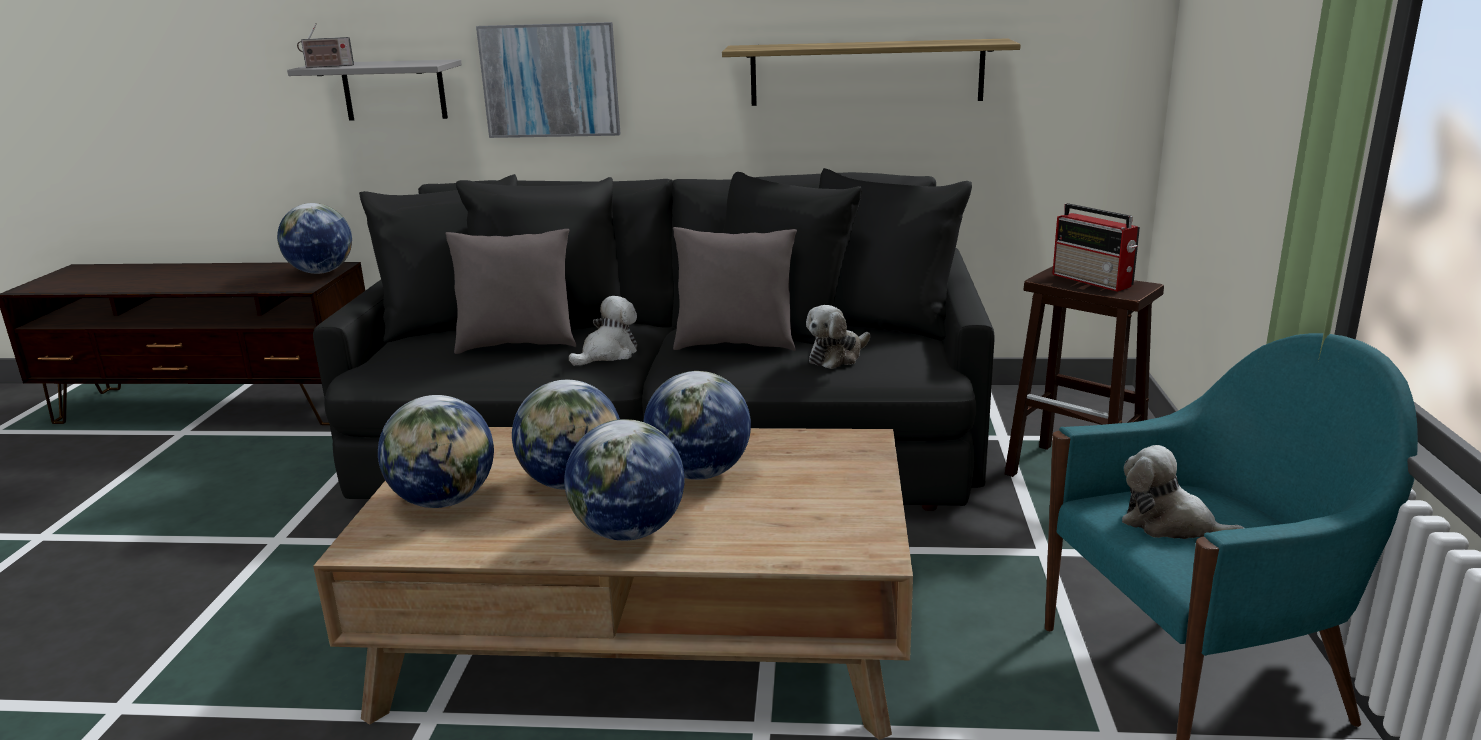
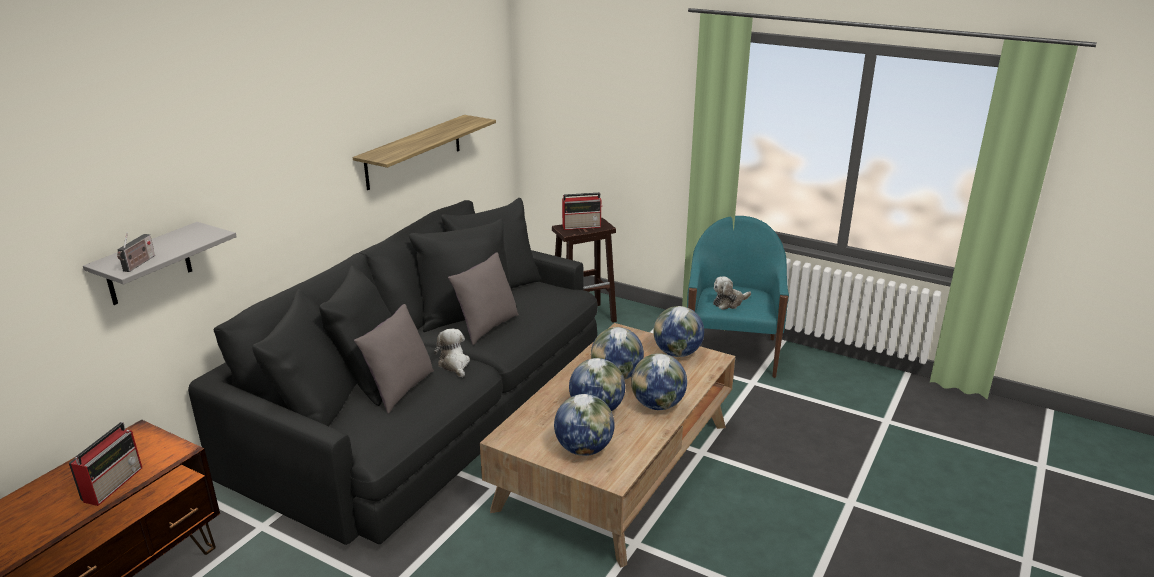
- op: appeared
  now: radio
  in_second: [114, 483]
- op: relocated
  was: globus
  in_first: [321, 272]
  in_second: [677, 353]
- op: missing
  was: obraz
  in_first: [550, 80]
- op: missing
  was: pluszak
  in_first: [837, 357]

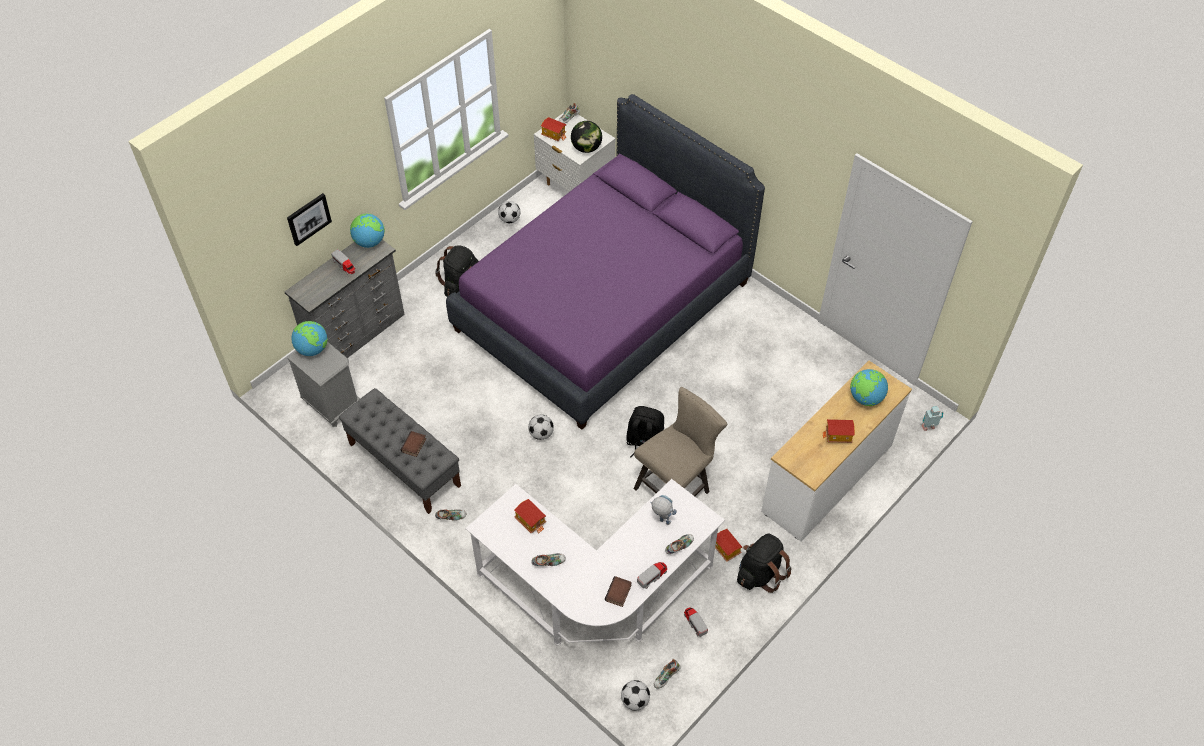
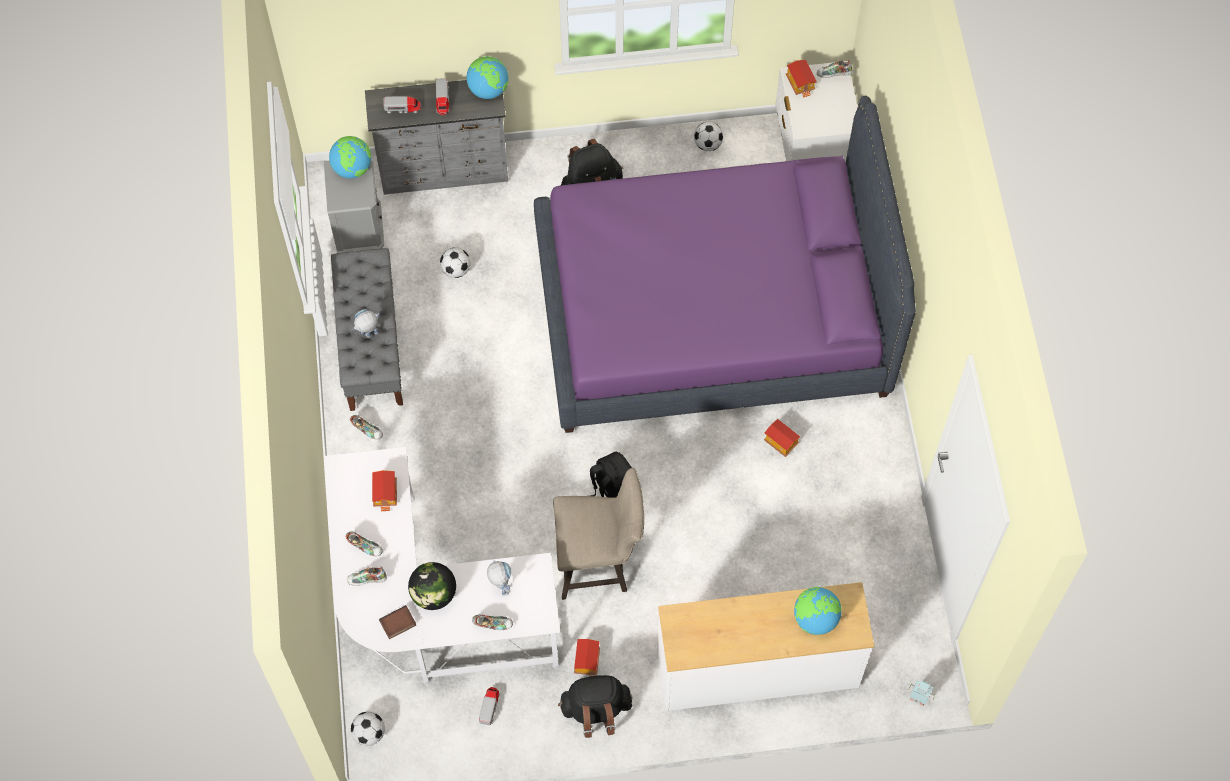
- op: relocated
  was: but
  in_first: [666, 677]
  in_second: [367, 580]
- op: exchanged
  was: książka
  now: robot zabawkowy
  in_first: [414, 446]
  in_second: [369, 336]
- op: relocated
  was: ciężarówka zabawkowa
  in_first: [652, 576]
  in_second: [402, 108]
- op: relocated
  was: globus
  in_first: [586, 148]
  in_second: [434, 594]
- op: relocated
  was: piłka futbolowa
  in_first: [541, 434]
  in_second: [456, 270]
- op: relocated
  was: domek
  in_first: [838, 436]
  in_second: [780, 442]
- op: missing
  was: obraz
  in_first: [308, 218]

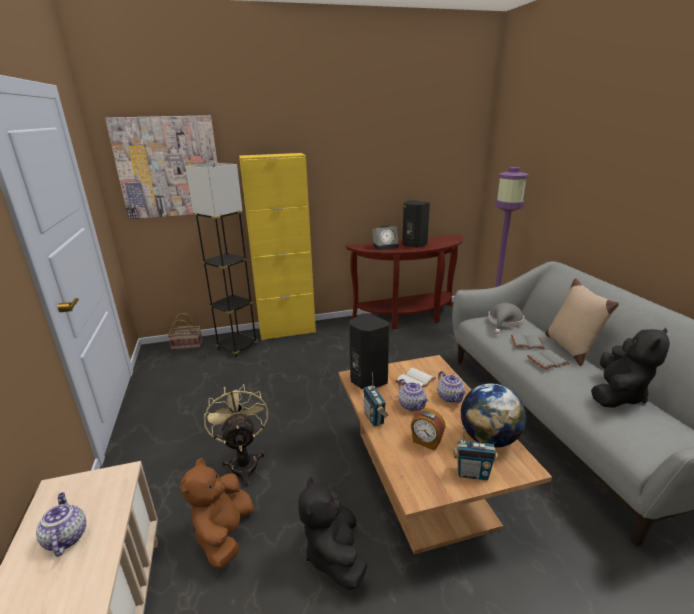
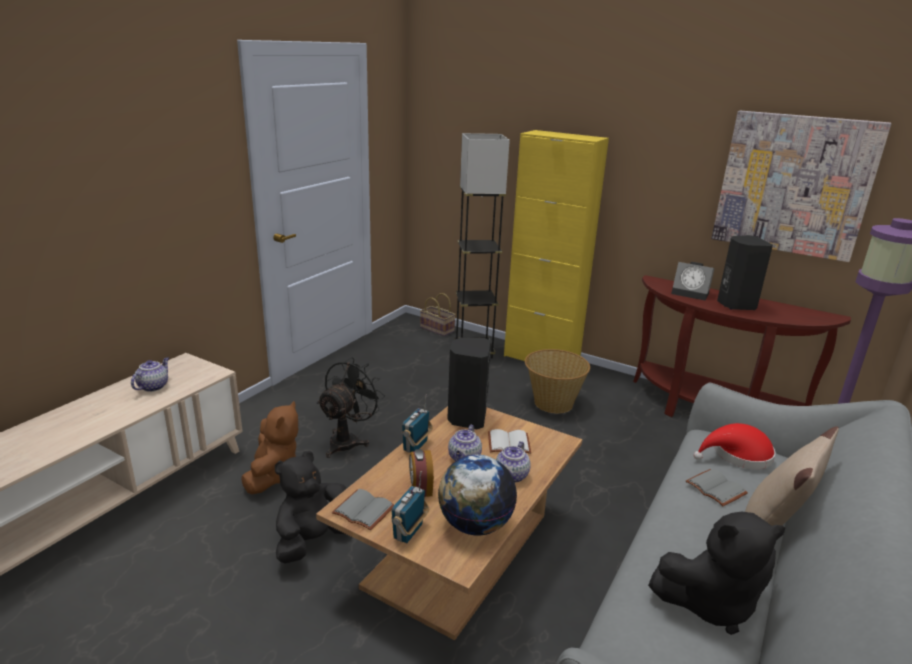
- op: spun
  was: pluszak/brązowy
  in_first: [224, 534]
  in_second: [273, 475]
  clockwise: 135
- op: colour
  was: wentylator/beżowy
  now: wentylator/czarny
  in_first: [243, 462]
  in_second: [348, 440]
- op: relocated
  was: książka/szary
  in_first: [548, 361]
  in_second: [362, 511]
- op: spun
  was: radio
  in_first: [472, 473]
  in_second: [409, 532]
  clockwise: 60
- op: appeared
  now: koszyk
  in_second: [552, 403]
- op: colour
  was: kapelusz/szary
  now: kapelusz/czerwony
  in_first: [504, 322]
  in_second: [737, 455]
- op: relocated
  was: obraz
  in_first: [169, 167]
  in_second: [794, 185]

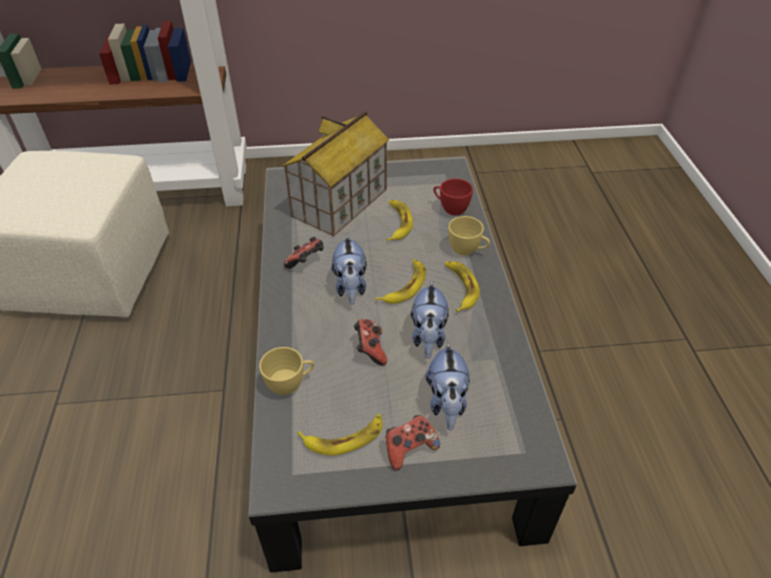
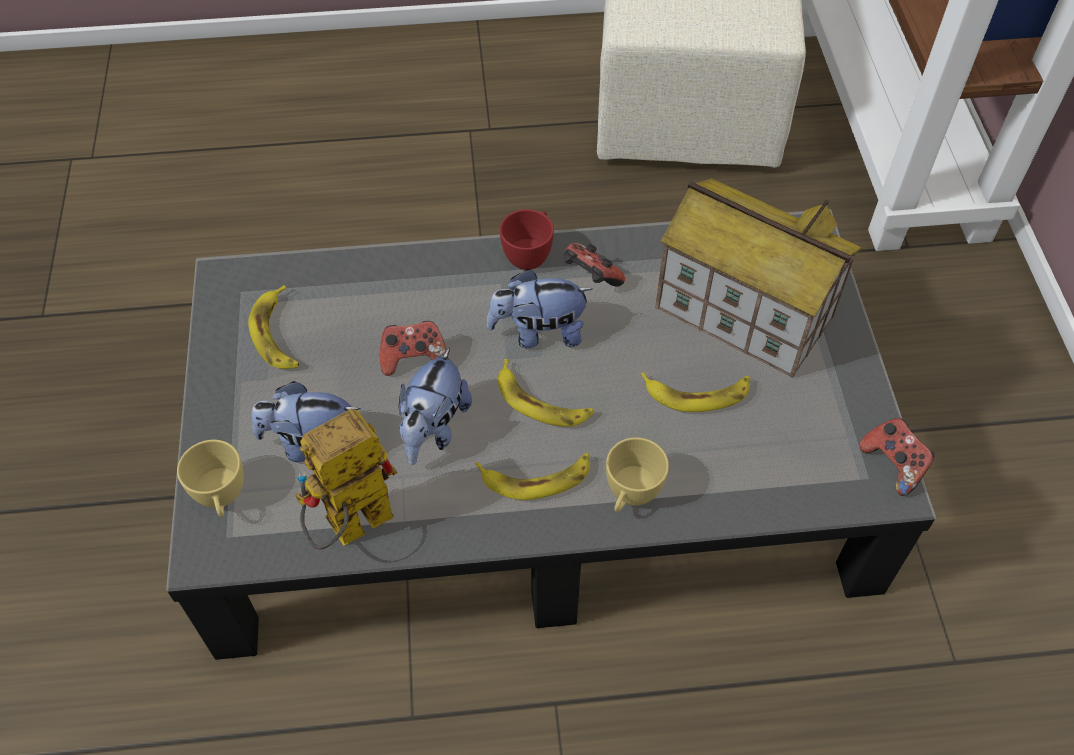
- op: relocated
  was: filiżanka/żółty
  in_first: [290, 384]
  in_second: [222, 498]
- op: appeared
  now: robot zabawkowy
  in_second: [350, 530]
- op: spun
  was: pluszak
  in_first: [428, 337]
  in_second: [433, 429]
  clockwise: -75
- op: relocated
  was: filiżanka/czerwony
  in_first: [450, 208]
  in_second: [530, 254]
- op: relocated
  was: pad do gier
  in_first: [409, 448]
  in_second: [893, 464]

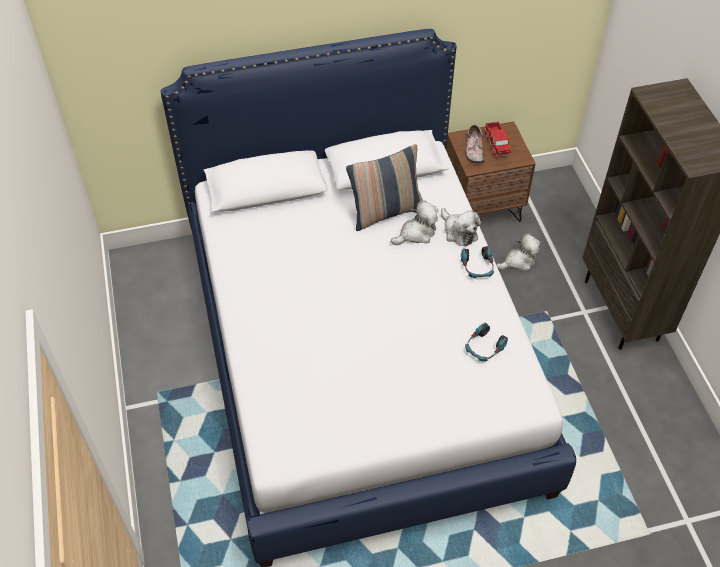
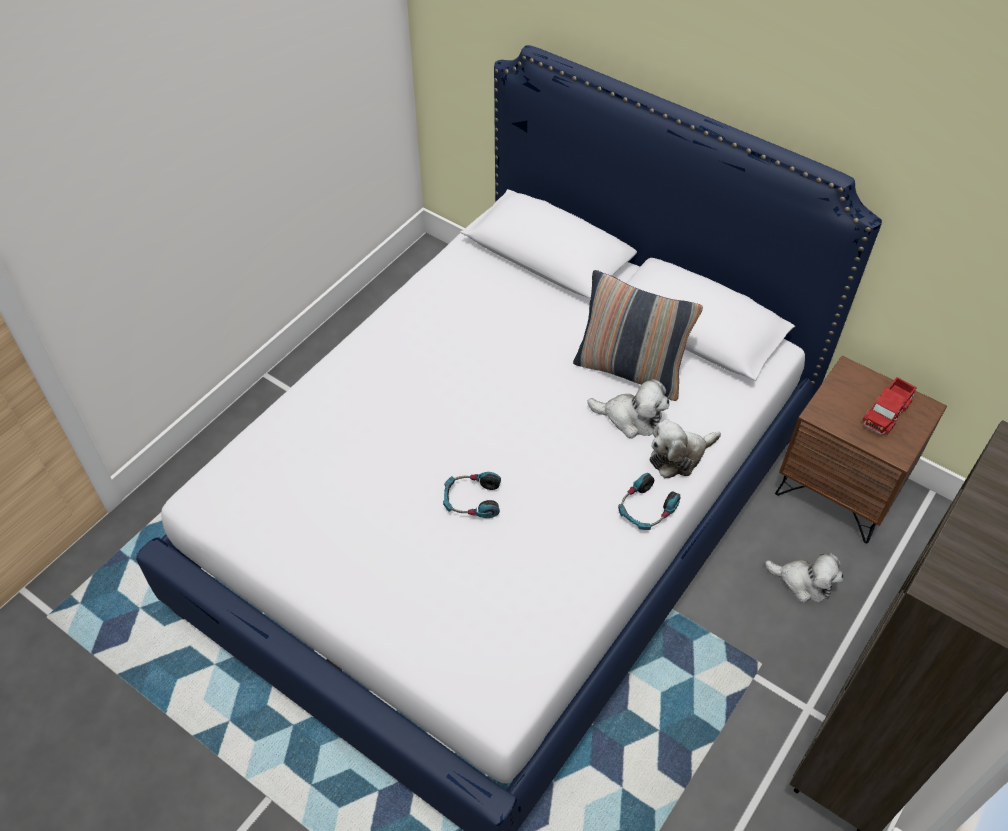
- op: relocated
  was: słuchawki
  in_first: [484, 347]
  in_second: [472, 500]
- op: spun
  was: pluszak
  in_first: [458, 232]
  in_second: [679, 456]
  clockwise: 45
- op: missing
  was: but
  in_first: [473, 150]

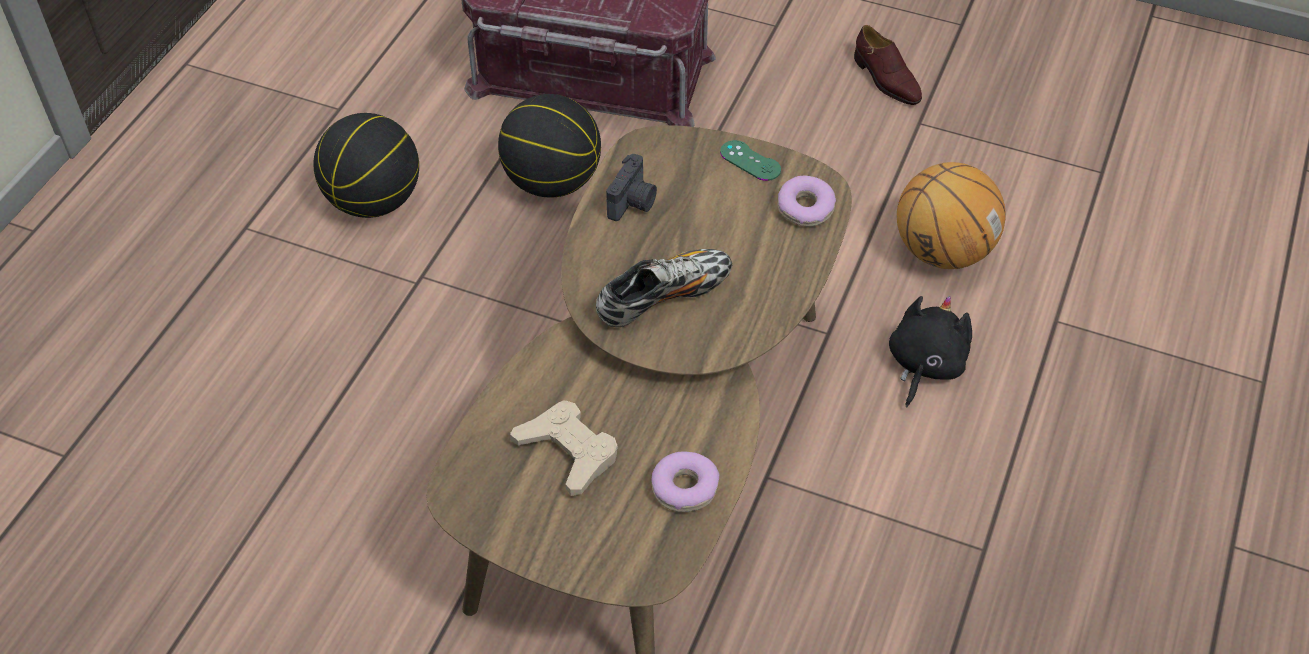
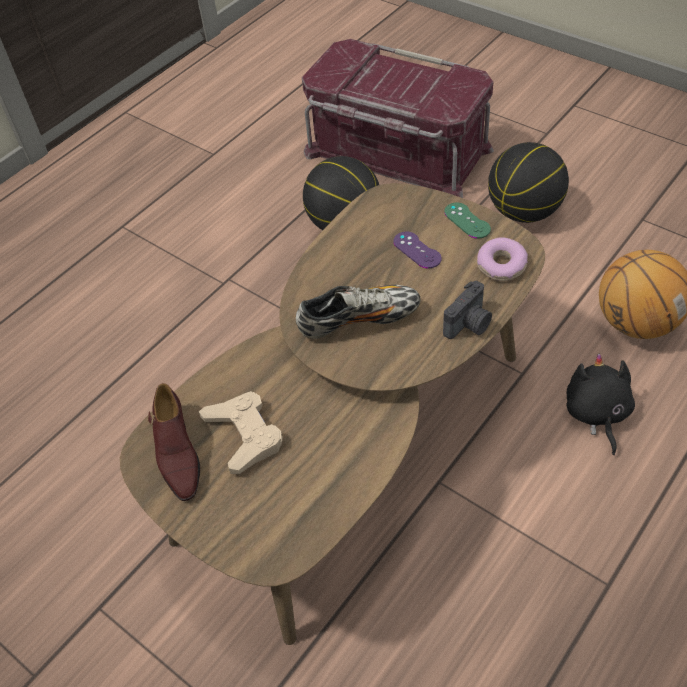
- op: relocated
  was: but/brązowy
  in_first: [886, 80]
  in_second: [177, 453]
- op: appeared
  now: pad do gier/fioletowy
  in_second: [417, 250]
- op: relocated
  was: aparat fotograficzny
  in_first: [633, 203]
  in_second: [469, 324]
- op: relocated
  was: piłka do koszykówki
  in_first: [374, 201]
  in_second: [524, 212]
- op: spun
  was: pluszak/czarny
  in_first: [924, 365]
  in_second: [596, 413]
  clockwise: -45
- op: missing
  was: donut
  in_first: [685, 488]

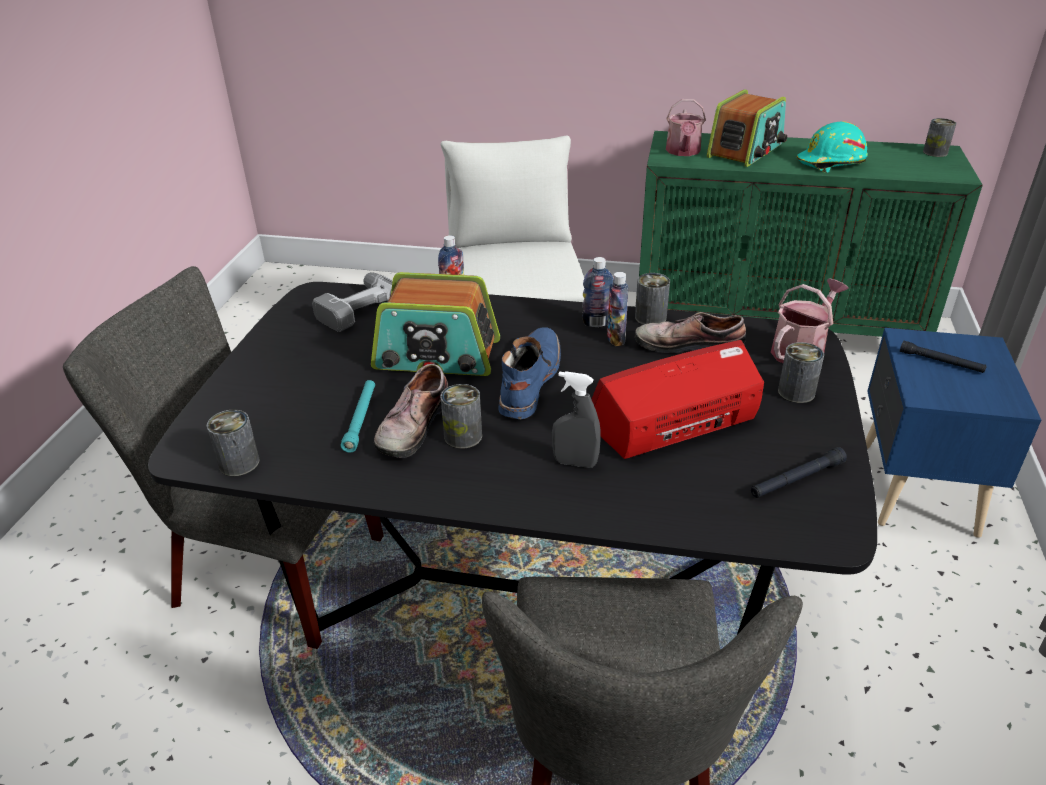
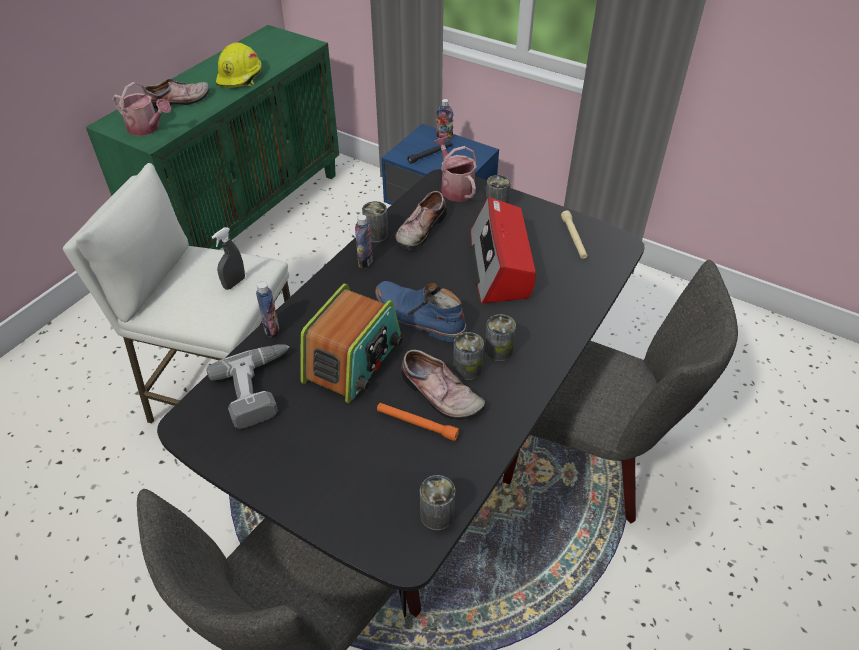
- op: exchanged
  was: radio
  now: but
  in_first: [746, 151]
  in_second: [180, 101]
- op: relocated
  was: spryskiwacz/szary
  in_first: [575, 463]
  in_second: [234, 283]
- op: colour
  was: kask/turkusowy
  now: kask/żółty
  in_first: [831, 163]
  in_second: [240, 77]
- op: colour
  was: latarka/turkusowy
  now: latarka/pomarańczowy
  in_first: [360, 419]
  in_second: [417, 424]
- op: relocated
  was: butelka
  in_first: [616, 339]
  in_second: [444, 136]
- op: relocated
  was: puszka
  in_first: [935, 152]
  in_second: [498, 350]
- op: colour
  was: latarka/czarny
  now: latarka/beżowy
  in_first: [796, 479]
  in_second: [573, 239]

